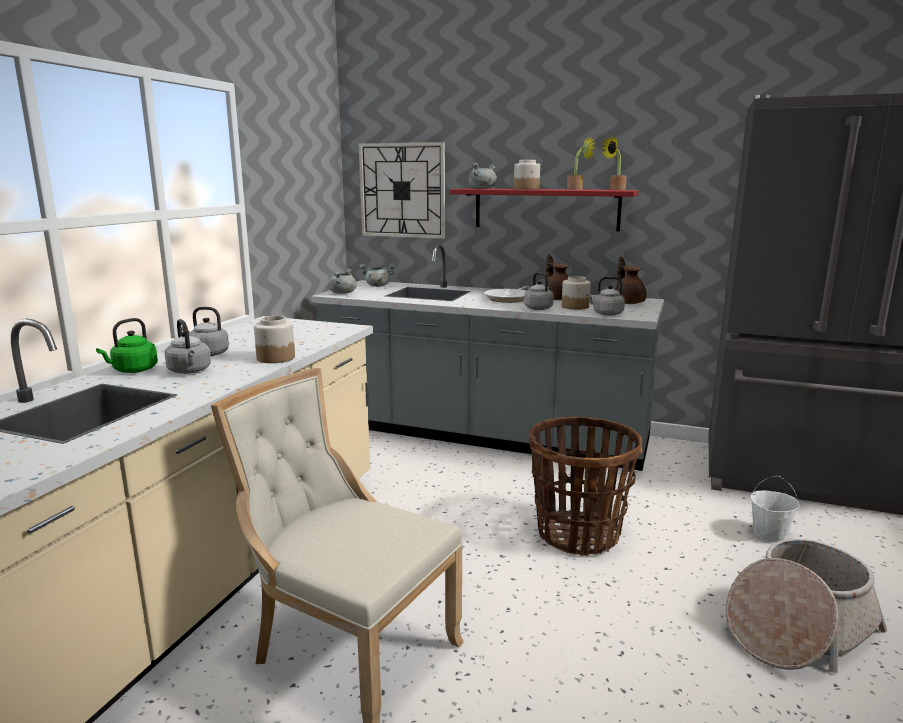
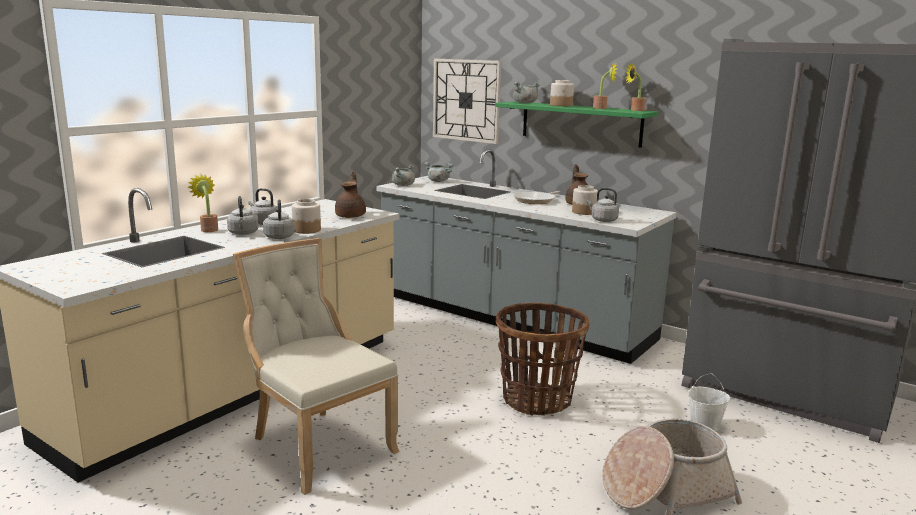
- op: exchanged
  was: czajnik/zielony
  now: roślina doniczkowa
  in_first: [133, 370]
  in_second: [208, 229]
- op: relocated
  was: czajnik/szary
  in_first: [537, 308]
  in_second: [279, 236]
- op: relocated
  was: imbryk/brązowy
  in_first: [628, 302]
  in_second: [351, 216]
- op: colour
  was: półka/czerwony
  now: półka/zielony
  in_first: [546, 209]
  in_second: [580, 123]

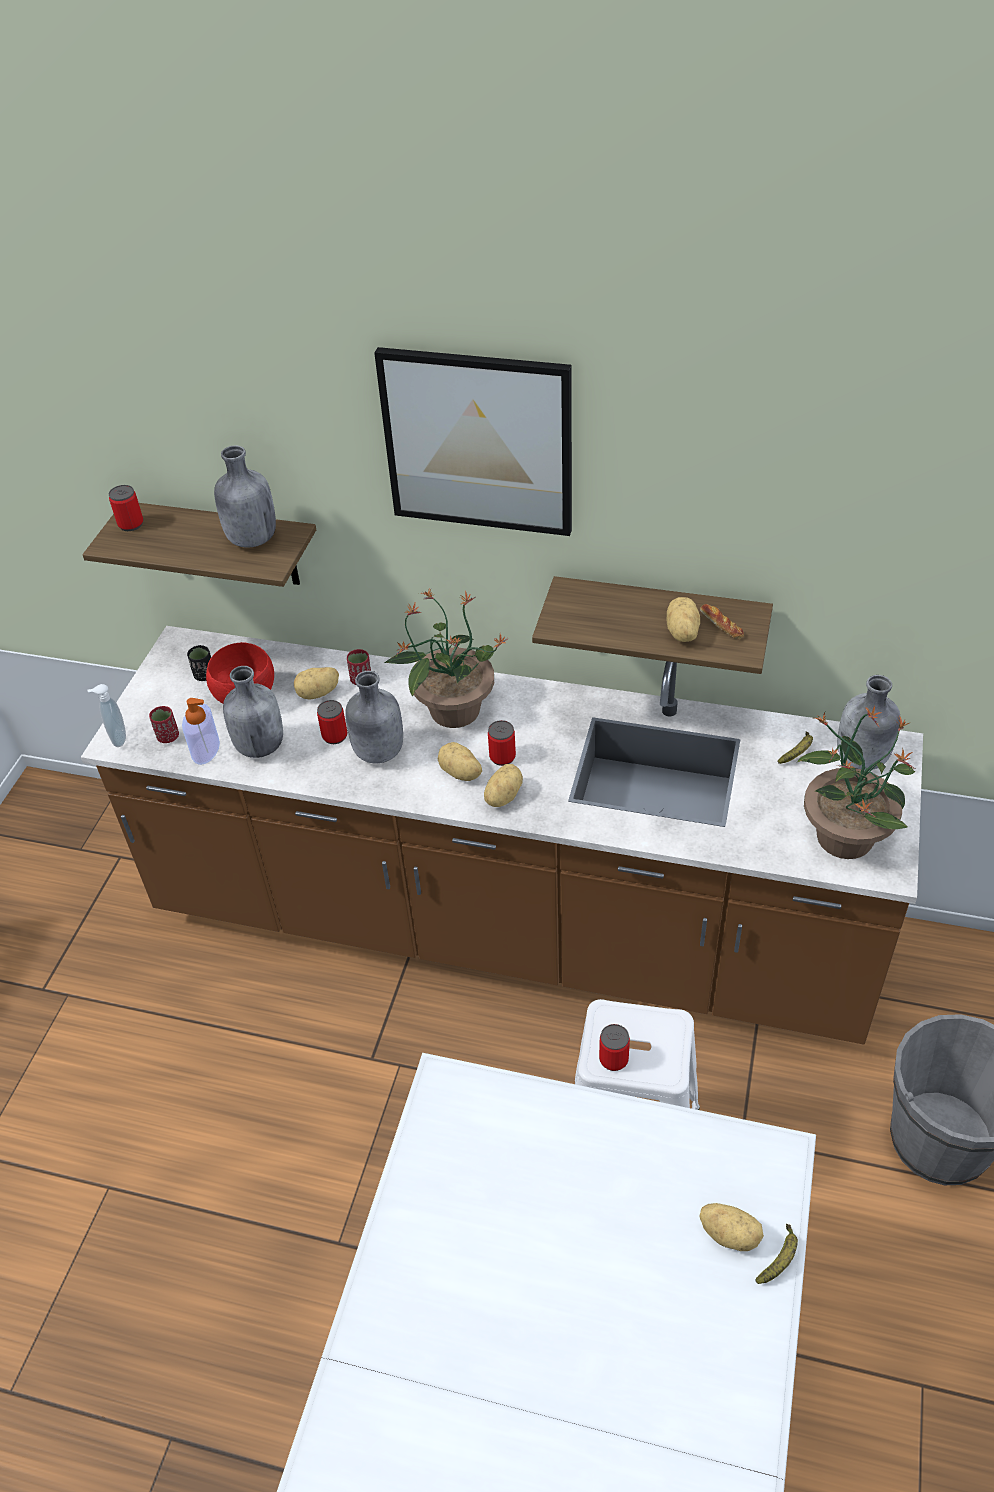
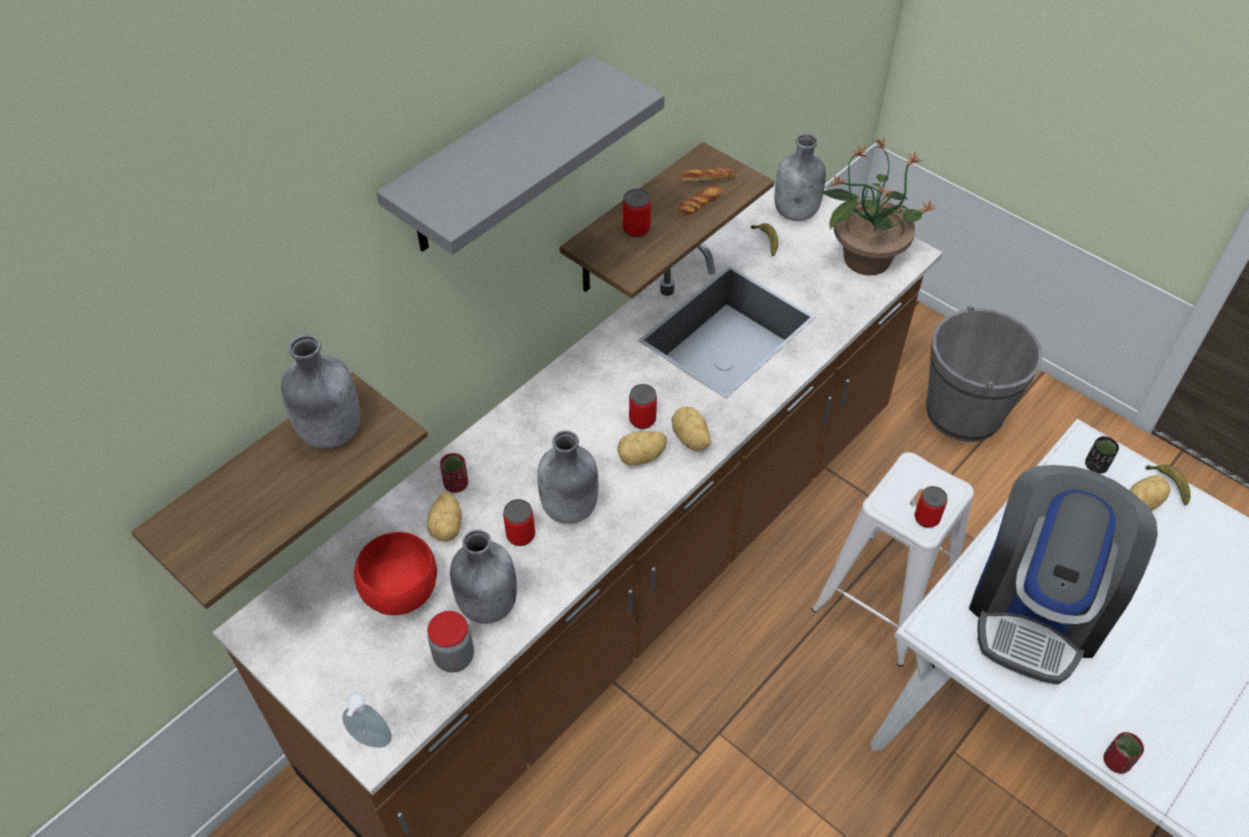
- op: exchanged
  was: obraz
  now: półka/szary
  in_first: [478, 442]
  in_second: [493, 159]
- op: exchanged
  was: dozownik mydła
  now: słoik
  in_first: [205, 749]
  in_second: [454, 657]
- op: relocated
  was: puszka
  in_first: [131, 524]
  in_second: [636, 229]
- op: exchanged
  was: ziemniak
  now: chleb
  in_first: [681, 633]
  in_second: [699, 204]
- op: appeared
  now: ekspres do kawy
  in_second: [1038, 606]
- op: relocated
  was: filiżanka/czarny
  in_first: [204, 675]
  in_second: [1096, 465]
- op: relocated
  was: filiżanka/czerwony
  in_first: [168, 737]
  in_second: [1116, 761]
- op: missing
  was: roślina doniczkowa
  in_first: [453, 710]

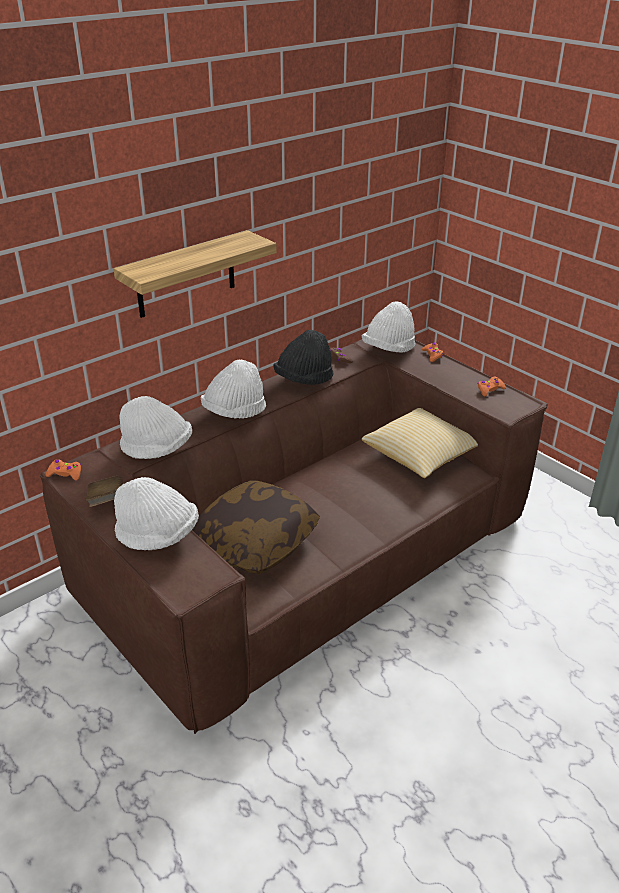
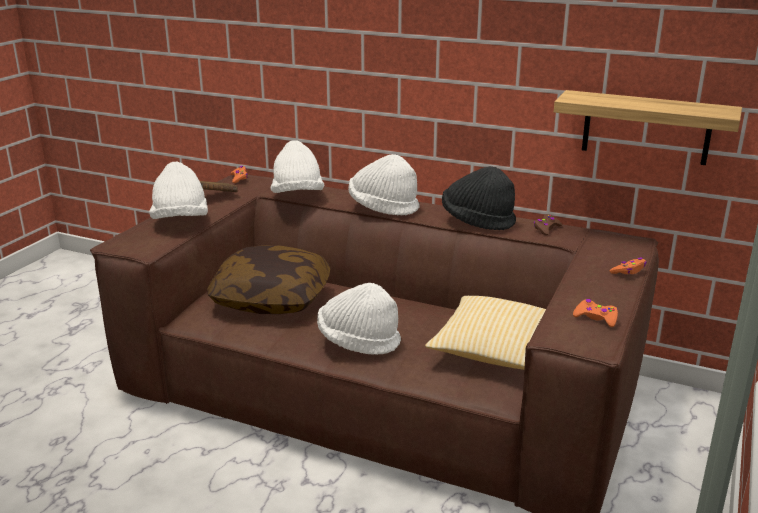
- op: relocated
  was: kapelusz/biały
  in_first: [388, 349]
  in_second: [358, 342]
- op: relocated
  was: półka
  in_first: [186, 275]
  in_second: [646, 127]

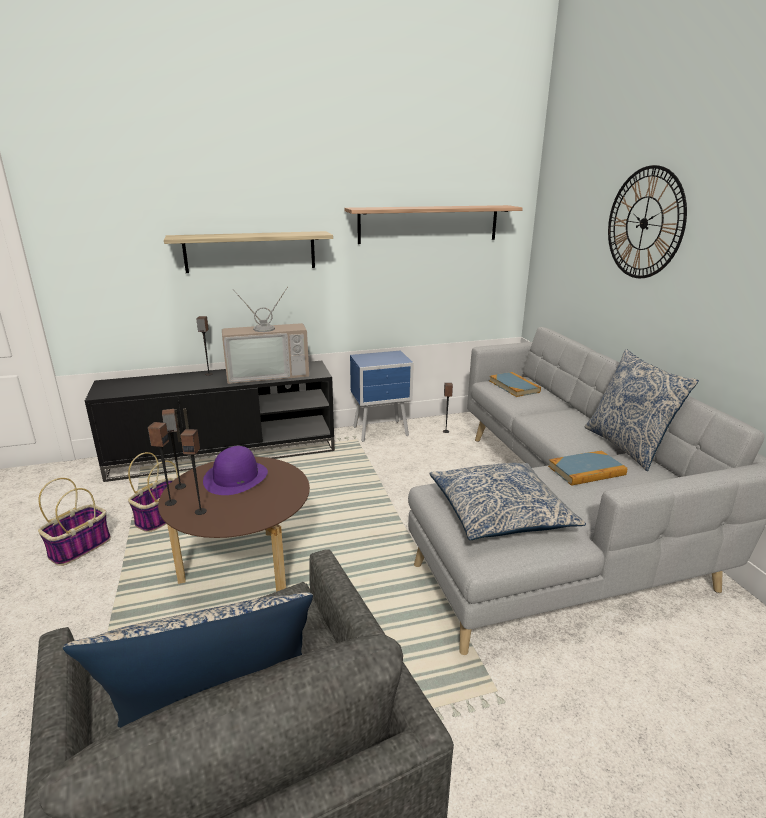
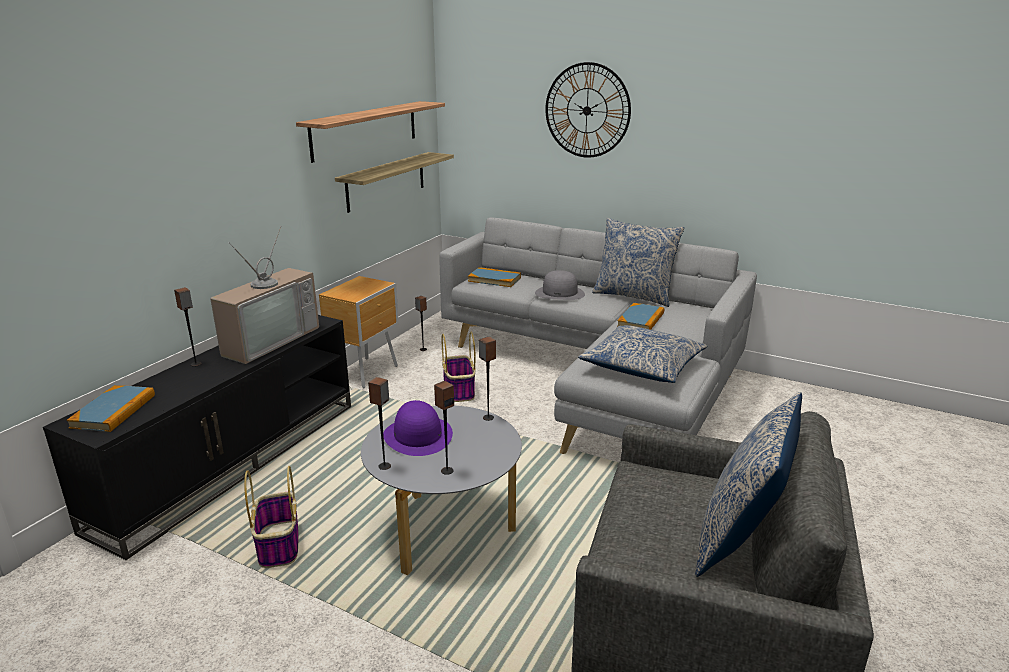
- op: appeared
  now: książka
  in_second: [114, 411]
- op: colour
  was: szafka nocna/niebieski
  now: szafka nocna/brązowy
  in_first: [382, 432]
  in_second: [367, 372]
- op: relocated
  was: półka
  in_first: [250, 251]
  in_second: [386, 181]
- op: colour
  was: ława/brązowy
  now: ława/szary
  in_first: [245, 570]
  in_second: [445, 531]
- op: relocated
  was: koszyk
  in_first: [80, 547]
  in_second: [459, 390]
- op: relocated
  was: głośnik
  in_first: [170, 502]
  in_second: [488, 417]
- op: appeared
  now: kapelusz/szary
  in_second: [560, 293]

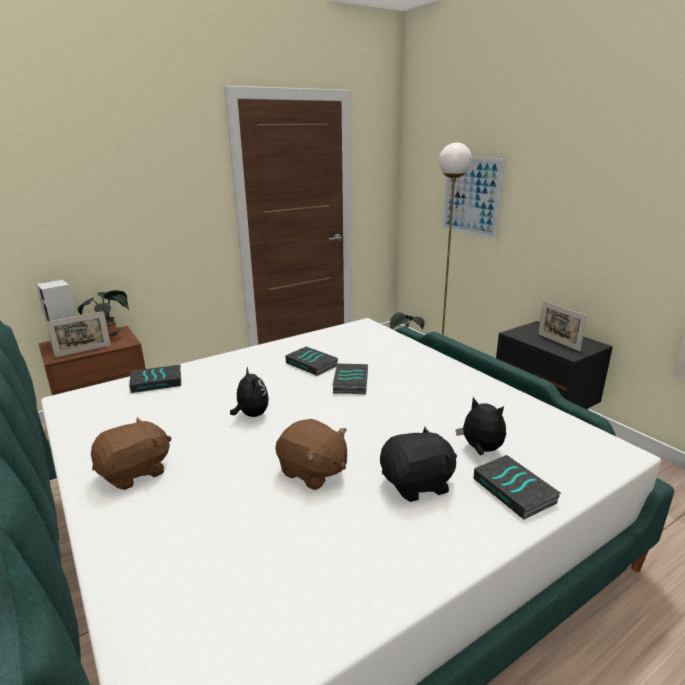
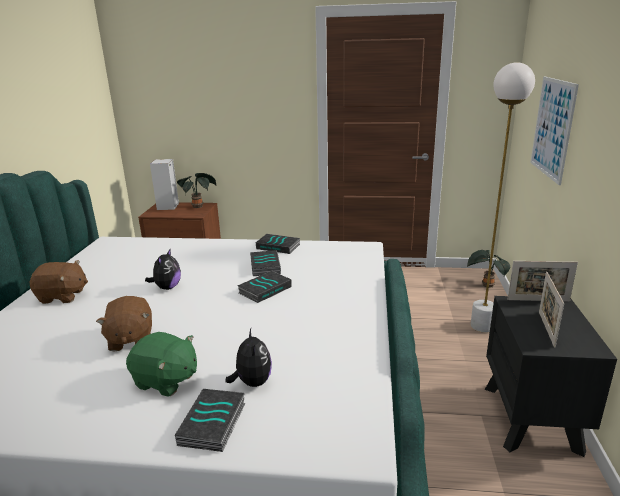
- op: colour
  was: pluszak/czarny
  now: pluszak/zielony
  in_first: [417, 484]
  in_second: [166, 381]
- op: relocated
  was: książka
  in_first: [157, 382]
  in_second: [279, 246]
- op: relocated
  was: ramka na zdjęcie
  in_first: [83, 351]
  in_second: [538, 300]

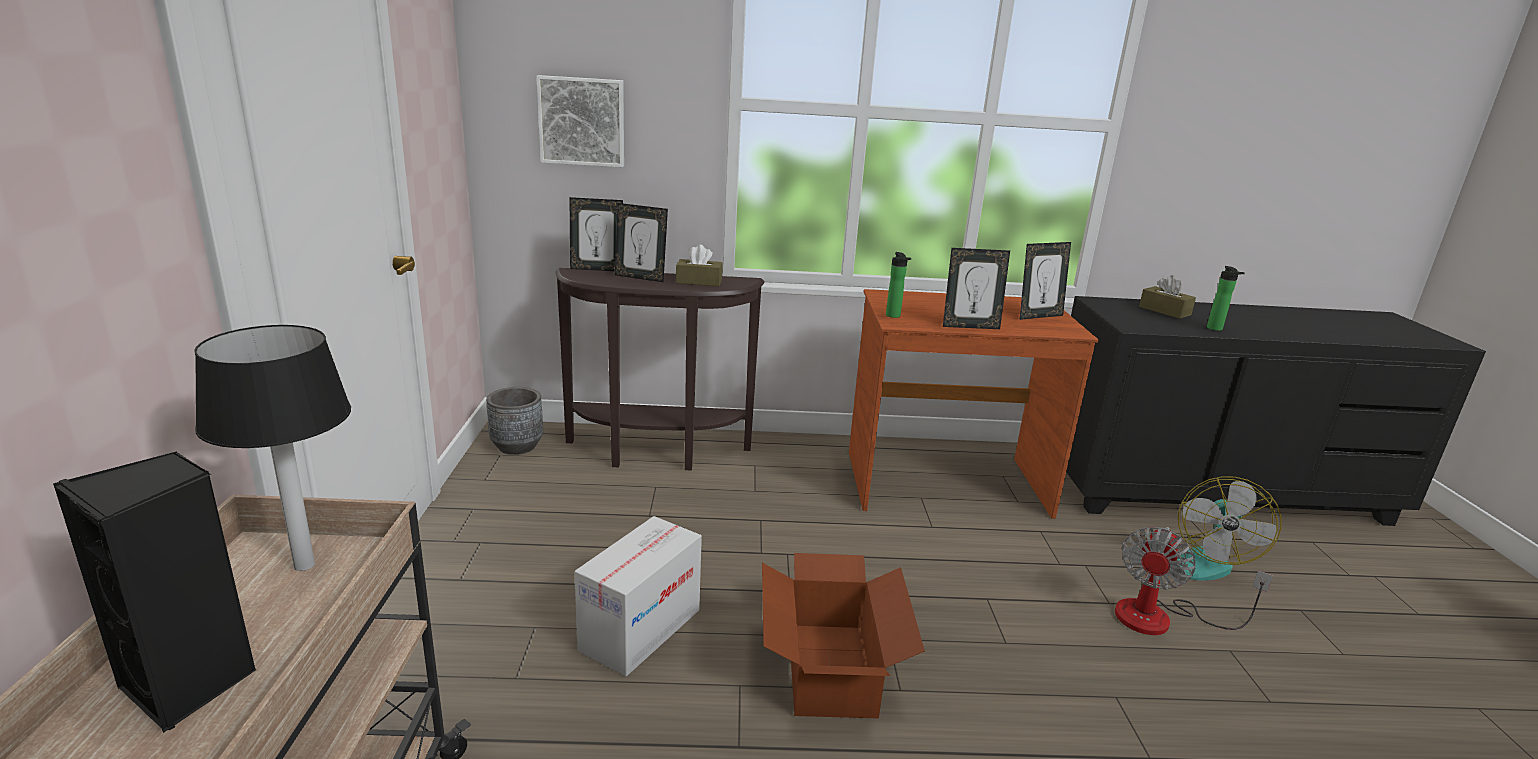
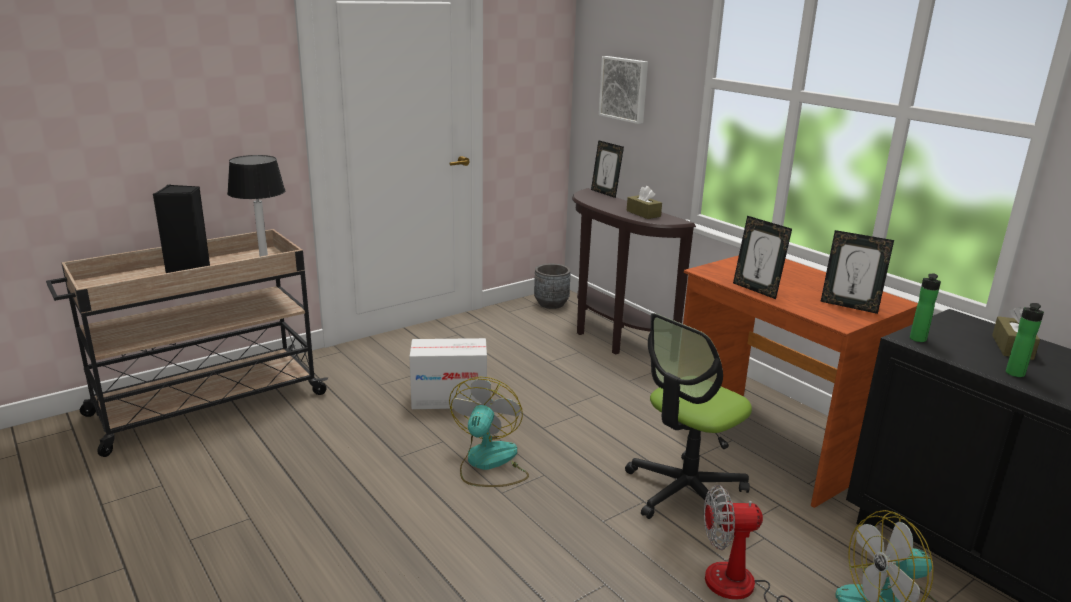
- op: exchanged
  was: karton
  now: wentylator
  in_first: [828, 670]
  in_second: [488, 463]
- op: appeared
  now: krzesło biurowe
  in_second: [685, 492]
- op: relocated
  was: butelka
  in_first: [894, 316]
  in_second: [917, 340]
- op: missing
  was: ramka na zdjęcie
  in_first: [640, 277]

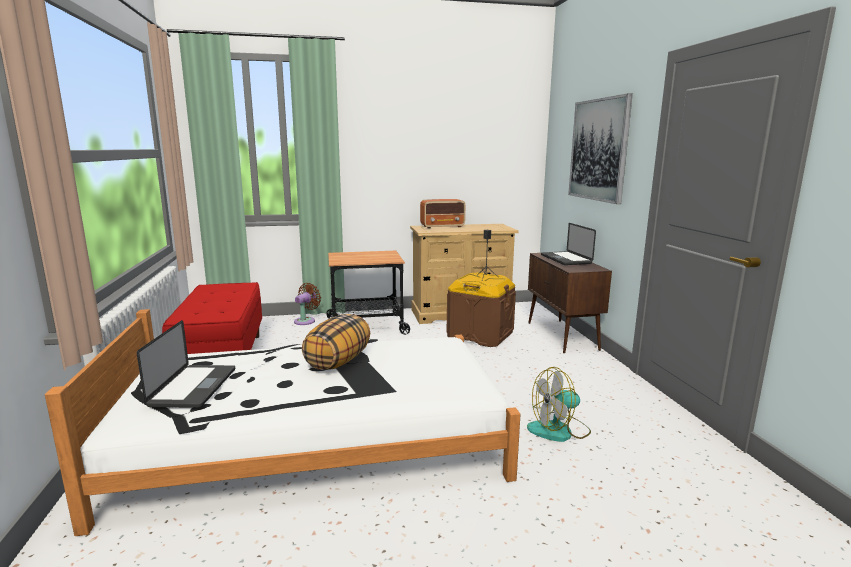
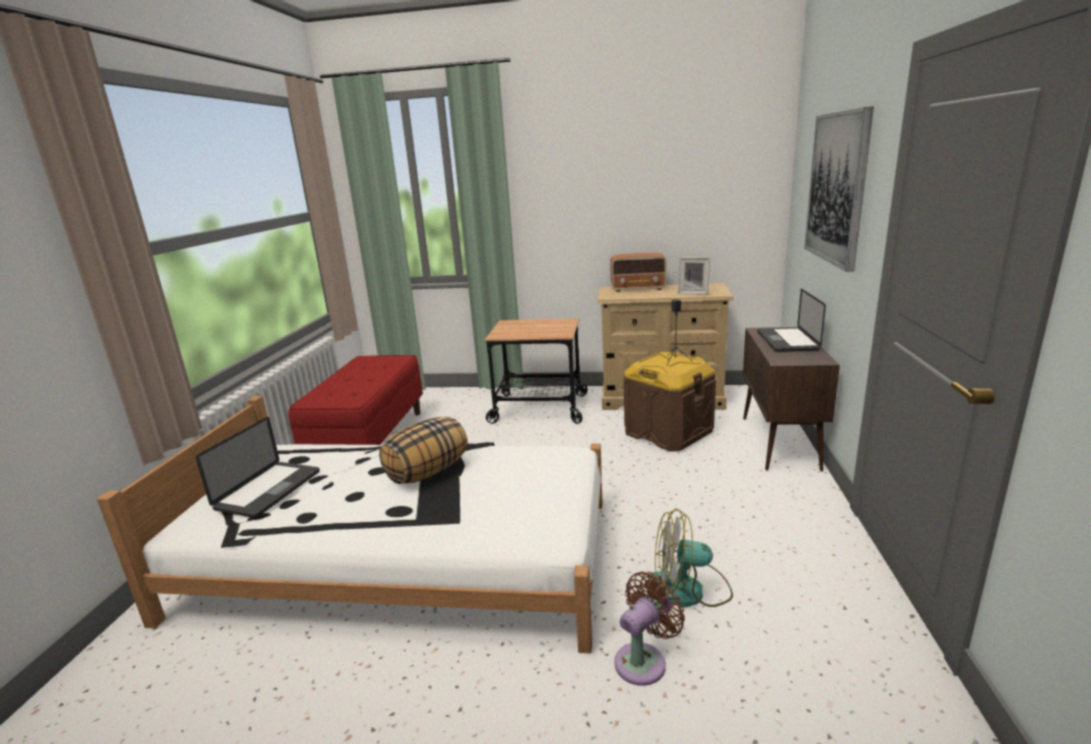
- op: relocated
  was: wentylator/brązowy
  in_first: [306, 321]
  in_second: [644, 660]
- op: appeared
  now: ramka na zdjęcie
  in_second: [693, 293]

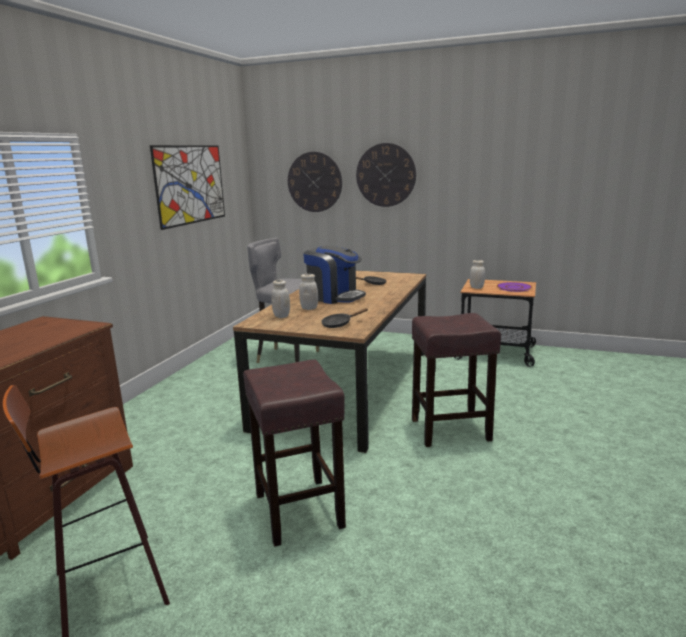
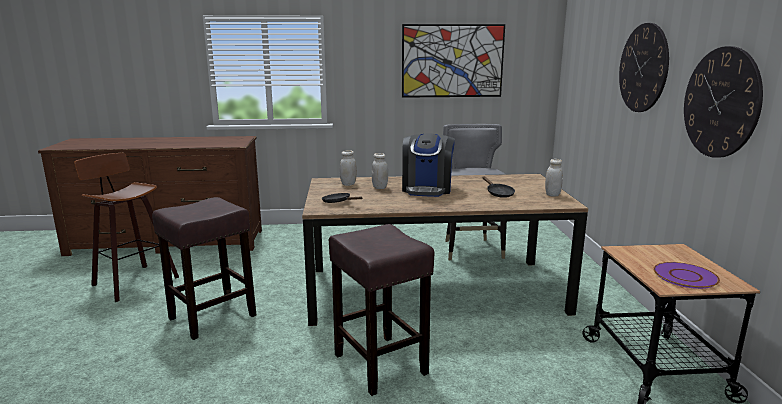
- op: relocated
  was: słoik/biały
  in_first: [476, 287]
  in_second: [552, 195]
- op: relocated
  was: zegar ścienny
  in_first: [314, 182]
  in_second: [721, 102]

